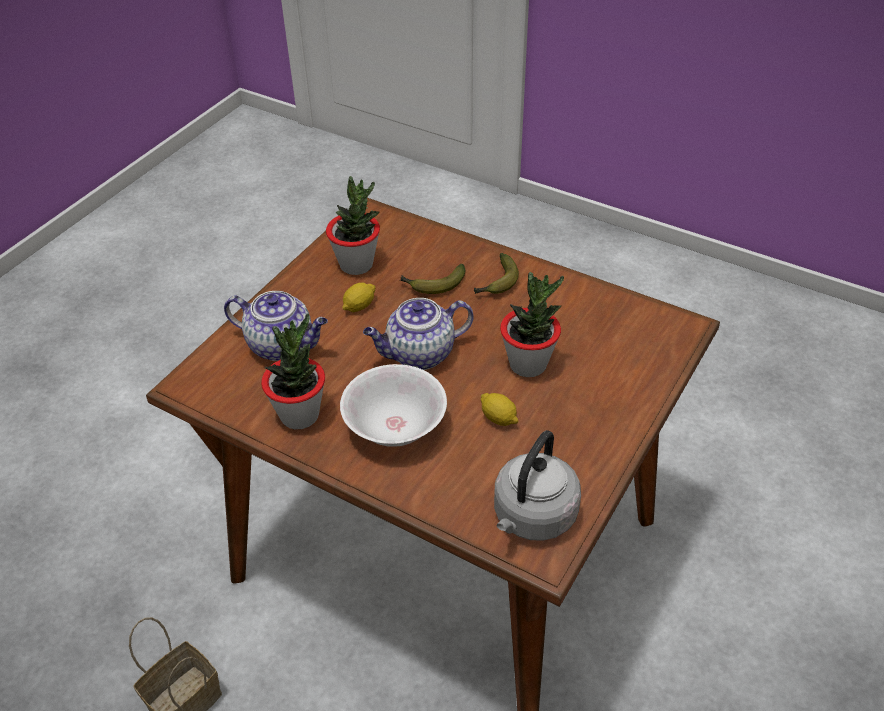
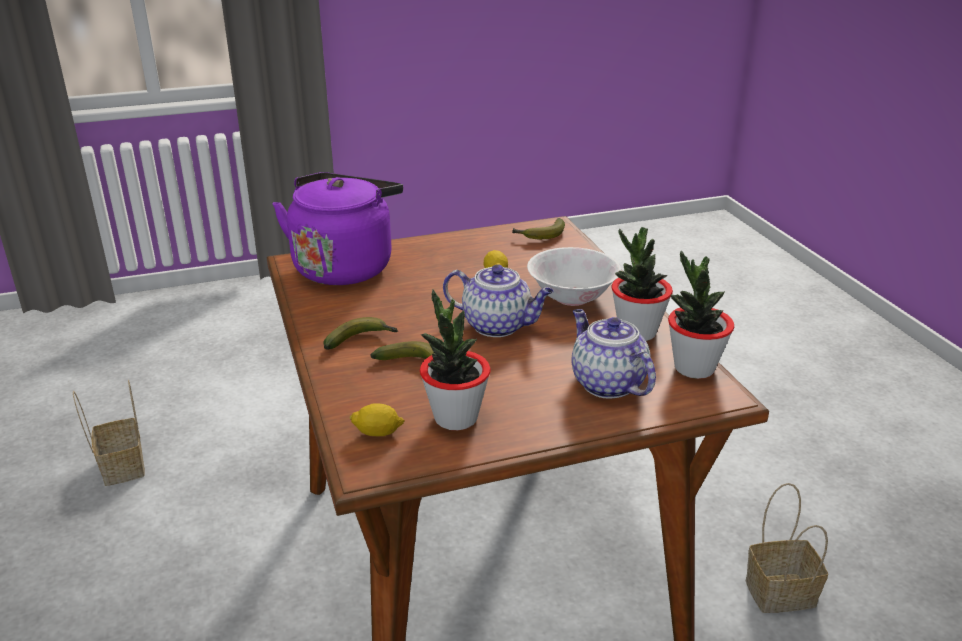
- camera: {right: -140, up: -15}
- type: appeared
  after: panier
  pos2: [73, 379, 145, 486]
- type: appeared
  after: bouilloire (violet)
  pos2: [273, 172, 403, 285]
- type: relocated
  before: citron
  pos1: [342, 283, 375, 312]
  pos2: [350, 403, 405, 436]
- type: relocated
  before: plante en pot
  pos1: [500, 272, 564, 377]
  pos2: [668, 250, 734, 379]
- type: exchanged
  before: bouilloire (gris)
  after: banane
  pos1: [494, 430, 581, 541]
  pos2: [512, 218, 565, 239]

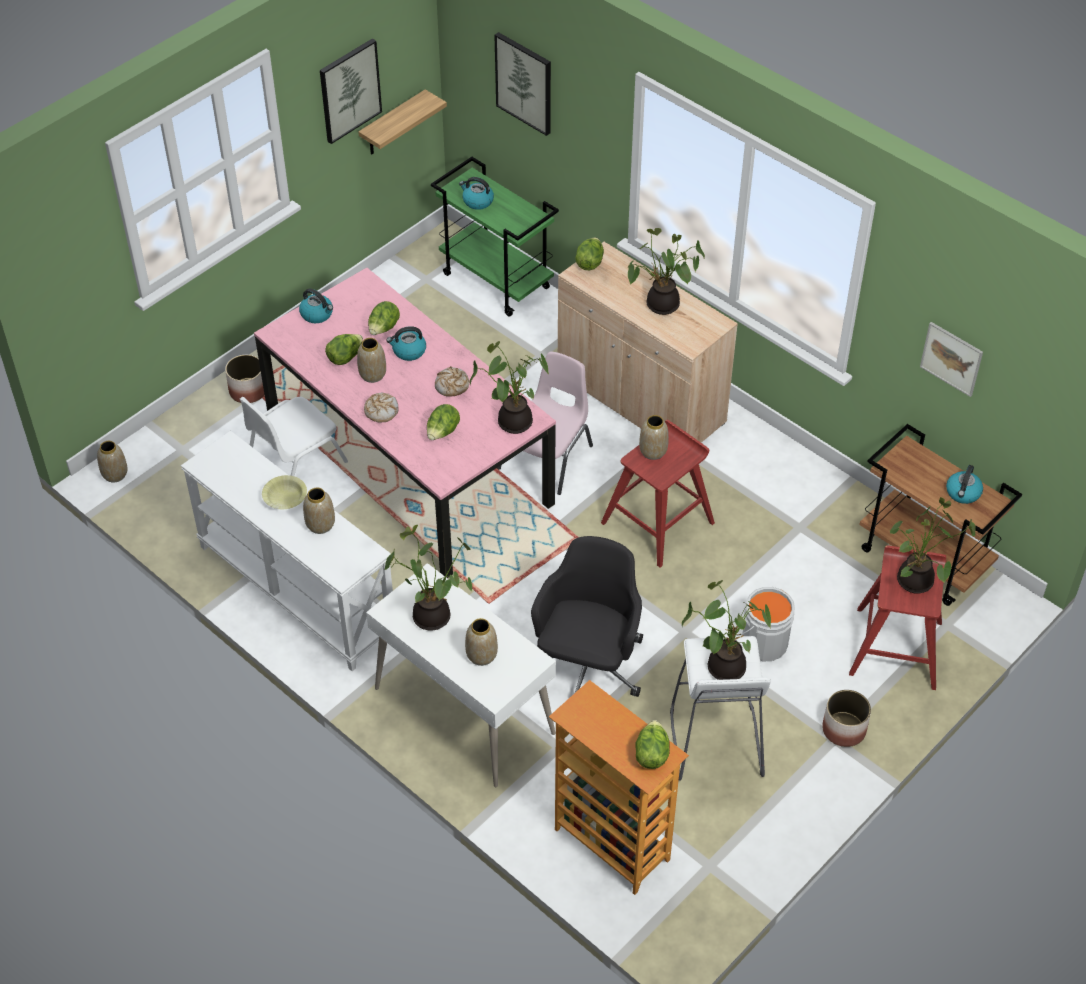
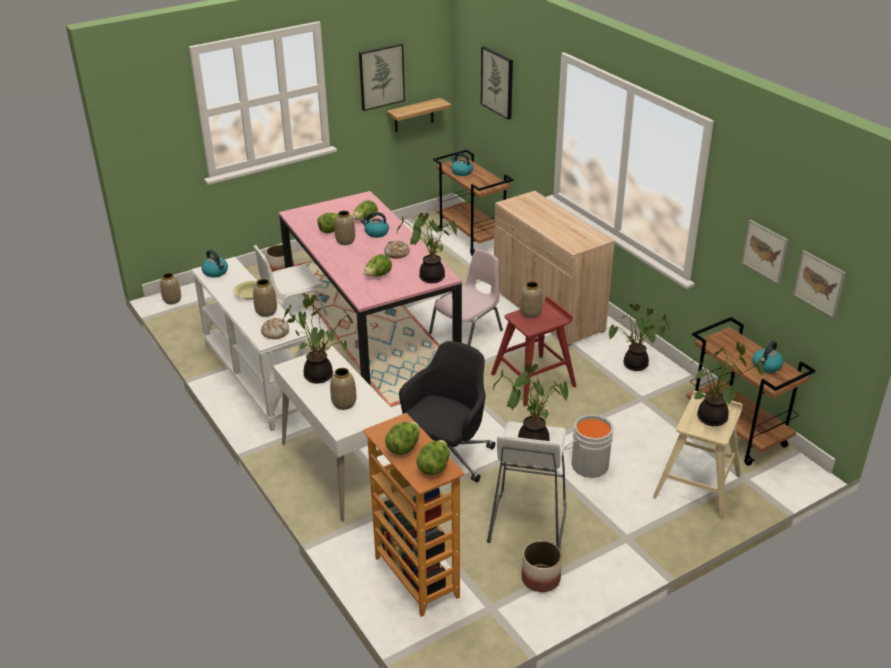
- camera: {right: 15, up: -15}
- type: appeared
  after: tableau
  pos2: [793, 250, 846, 318]
- type: relocated
  before: bouilloire
  pos1: [299, 288, 333, 323]
  pos2: [201, 250, 228, 278]
- type: relocated
  before: pain
  pos1: [364, 393, 399, 423]
  pos2: [261, 318, 289, 339]
- type: relocated
  before: laitue
  pos1: [575, 237, 604, 270]
  pos2: [385, 422, 419, 455]
- type: relocated
  before: plante en pot
  pos1: [628, 228, 705, 315]
  pos2: [609, 304, 669, 371]
- type: relocated
  before: cache-pot
  pos1: [822, 690, 871, 747]
  pos2: [522, 540, 562, 592]
- type: colour
  before: chariot (vert)
  after: chariot (marron)
  pos1: [431, 157, 559, 317]
  pos2: [433, 149, 514, 256]
- type: colour
  before: tabouret (rouge)
  after: tabouret (beige)
  pos1: [849, 545, 946, 690]
  pos2: [652, 391, 743, 520]

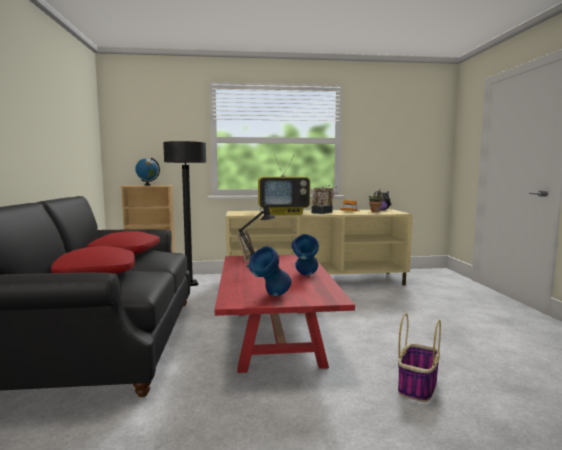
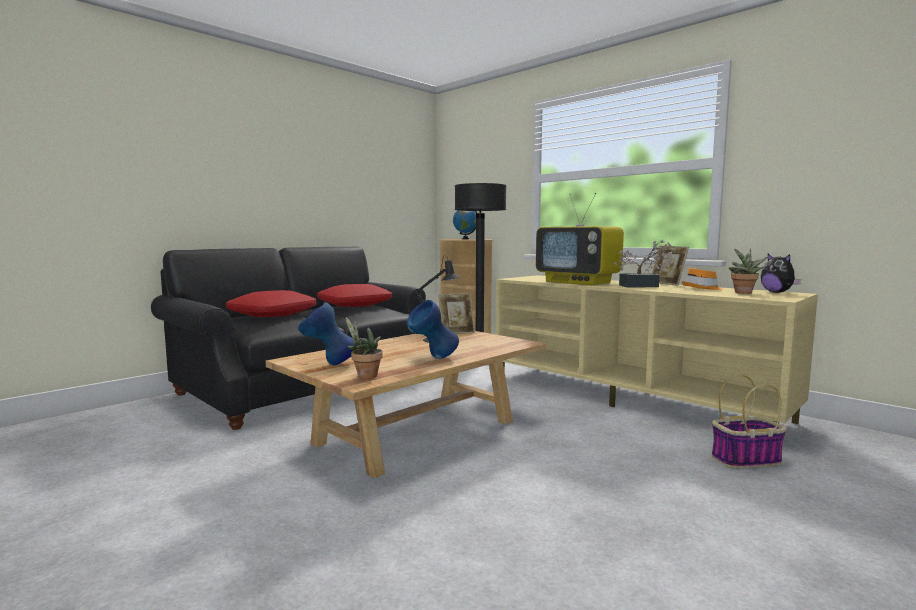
- camera: {right: 50, up: 0}
- type: appeared
  after: plante en pot
  pos2: [346, 317, 382, 379]
- type: relocated
  before: panier
  pos1: [398, 313, 441, 402]
  pos2: [712, 374, 787, 468]
- type: colour
  before: table basse (rouge)
  after: table basse (beige)
  pos1: [215, 255, 355, 373]
  pos2: [266, 331, 546, 478]

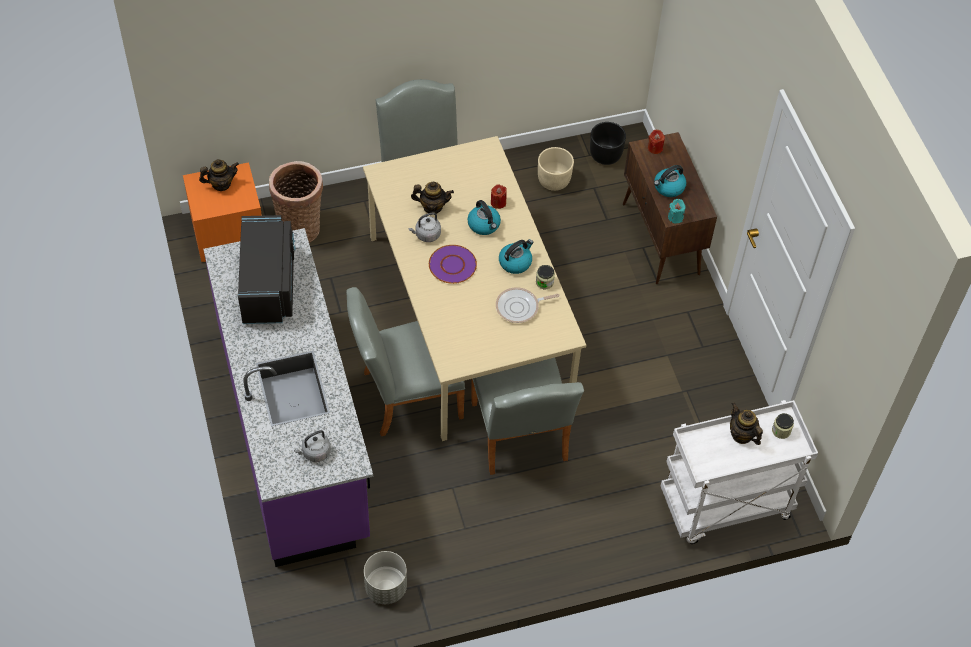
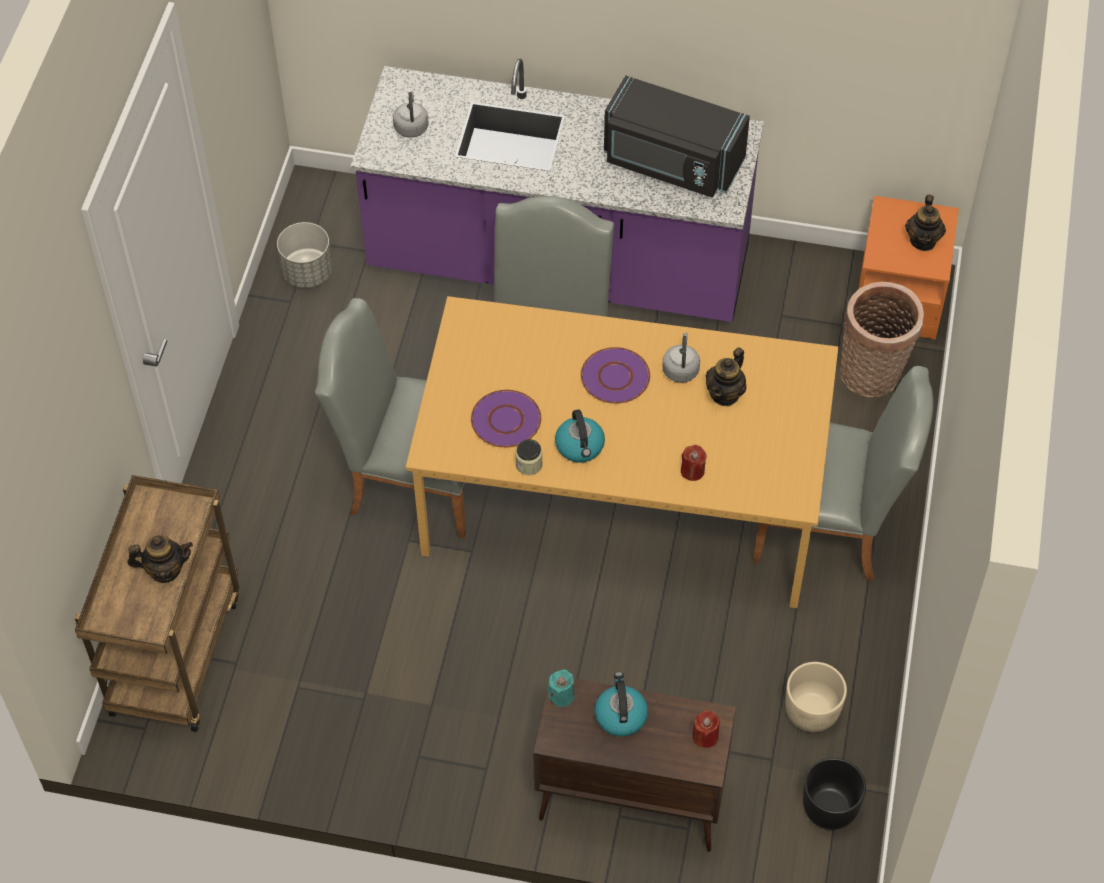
- camera: {right: 120, up: 0}
- type: missing
  before: bouilloire
  pos1: [467, 200, 501, 235]
- type: missing
  before: bocal
  pos1: [772, 413, 794, 439]
- type: exchanged
  before: poêle
  after: assiette (violet)
  pos1: [496, 287, 559, 323]
  pos2: [471, 390, 541, 448]
- type: colour
  before: table à manger (beige)
  after: table à manger (orange)
  pos1: [363, 136, 586, 441]
  pos2: [406, 296, 838, 608]
- type: colour
  before: chariot (blanc)
  after: chariot (marron)
  pos1: [660, 400, 818, 544]
  pos2: [75, 475, 239, 732]

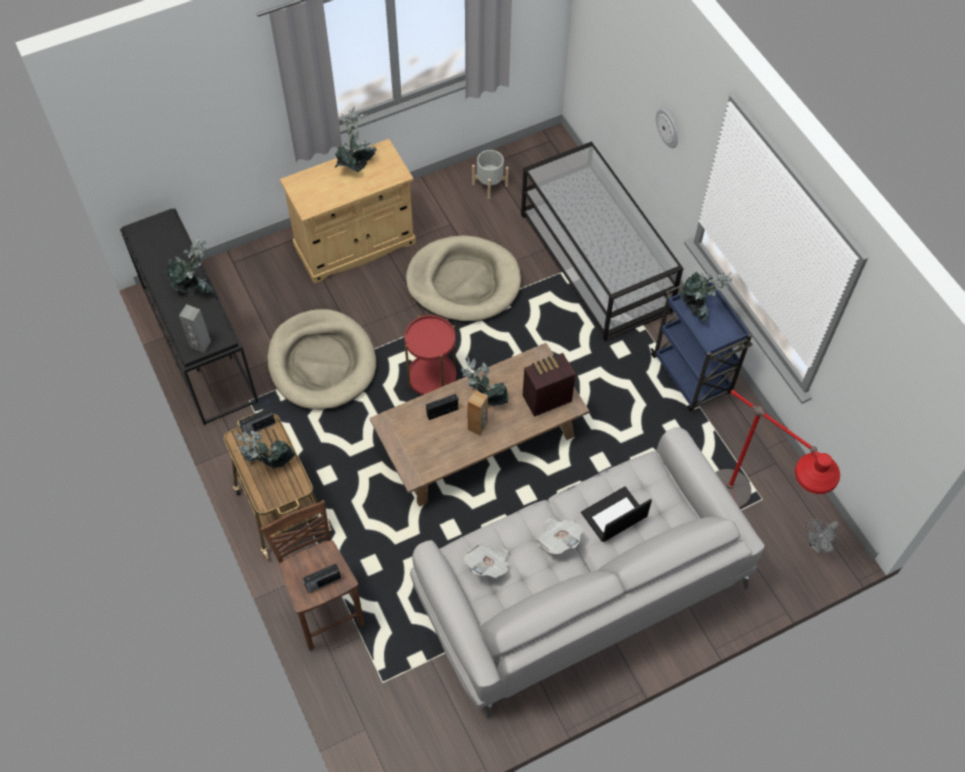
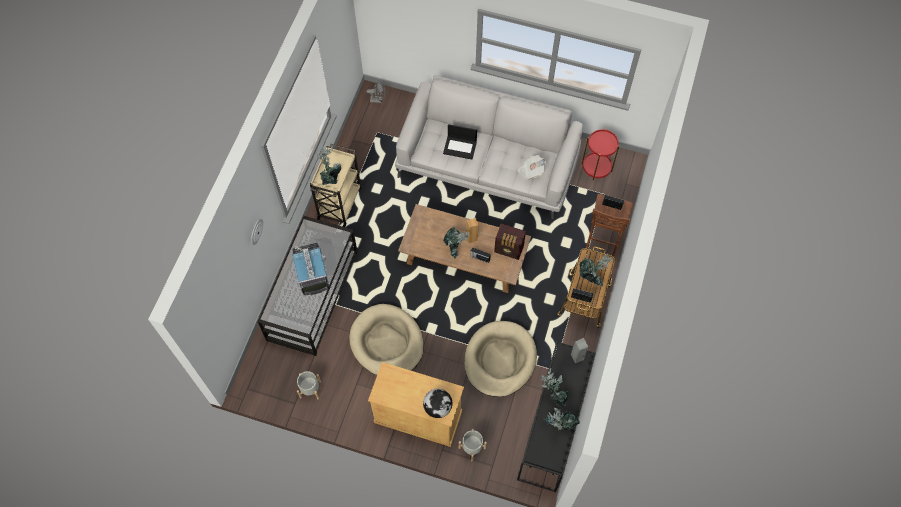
- camera: {right: -135, up: 5}
- type: missing
  before: journal
  pos1: [535, 518, 583, 554]
- type: missing
  before: lampadaire (rouge)
  pos1: [716, 390, 840, 508]
- type: appeared
  after: téléviseur
  pos2: [292, 243, 329, 296]
- type: appeared
  after: globe
  pos2: [423, 388, 453, 418]
- type: appeared
  after: cache-pot (gris)
  pos2: [459, 429, 487, 462]
- type: relocated
  before: plante en pot
  pos1: [335, 107, 377, 172]
  pos2: [544, 408, 580, 430]
- type: relocated
  before: table d'appoint (rouge)
  pos1: [405, 315, 456, 395]
  pos2: [582, 129, 619, 181]
- type: relocated
  before: radio
  pos1: [523, 353, 575, 417]
  pos2: [494, 224, 526, 260]
- type: colour
  before: chariot (bleu)
  after: chariot (beige)
  pos1: [651, 279, 753, 411]
  pos2: [310, 144, 361, 227]

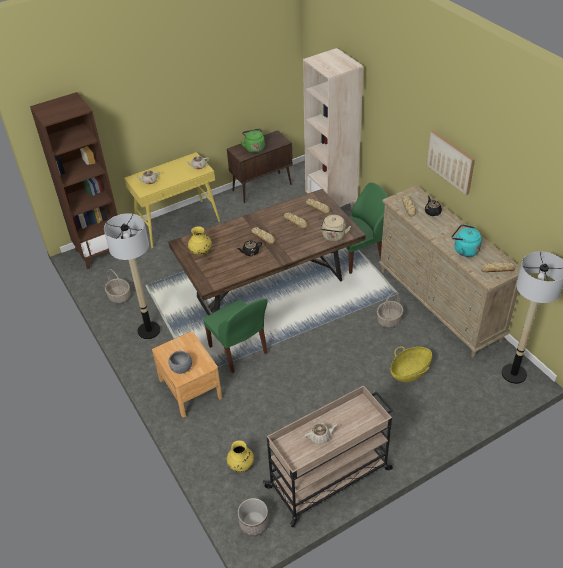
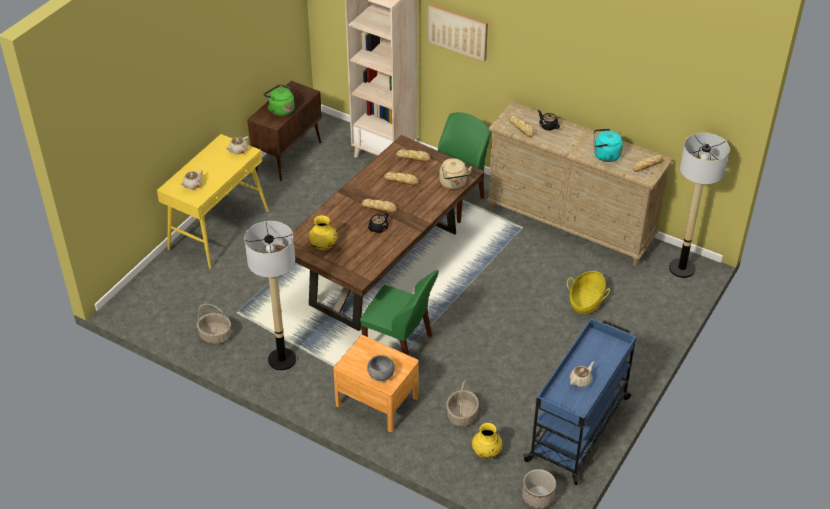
- camera: {right: -30, up: 0}
- type: missing
  before: bibliothèque (marron)
  pos1: [30, 92, 123, 269]
- type: relocated
  before: panier
  pos1: [377, 292, 403, 328]
  pos2: [446, 380, 479, 426]
- type: relocated
  before: tableau
  pos1: [426, 131, 475, 195]
  pos2: [428, 4, 488, 62]
- type: colour
  before: chariot (beige)
  after: chariot (bleu)
  pos1: [263, 385, 393, 528]
  pos2: [523, 318, 636, 485]

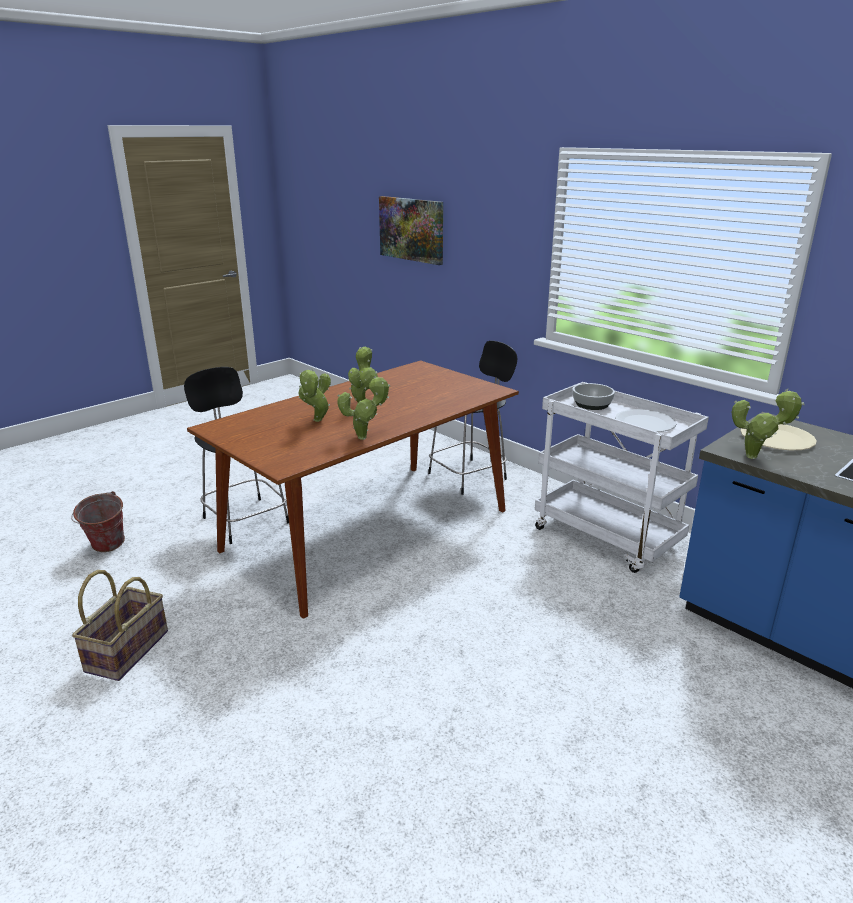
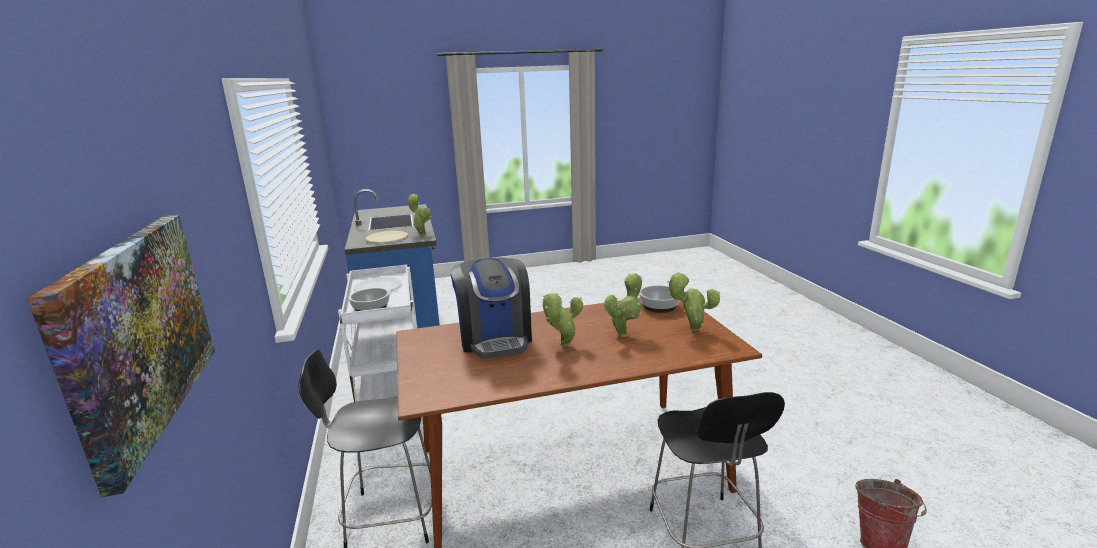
- camera: {right: -150, up: -5}
- type: missing
  before: panier
  pos1: [72, 570, 168, 681]
- type: appeared
  after: machine à café
  pos2: [450, 258, 532, 359]
- type: appeared
  after: bol
  pos2: [639, 285, 680, 313]
- type: relocated
  before: plante en pot
  pos1: [337, 376, 391, 440]
  pos2: [667, 272, 720, 331]

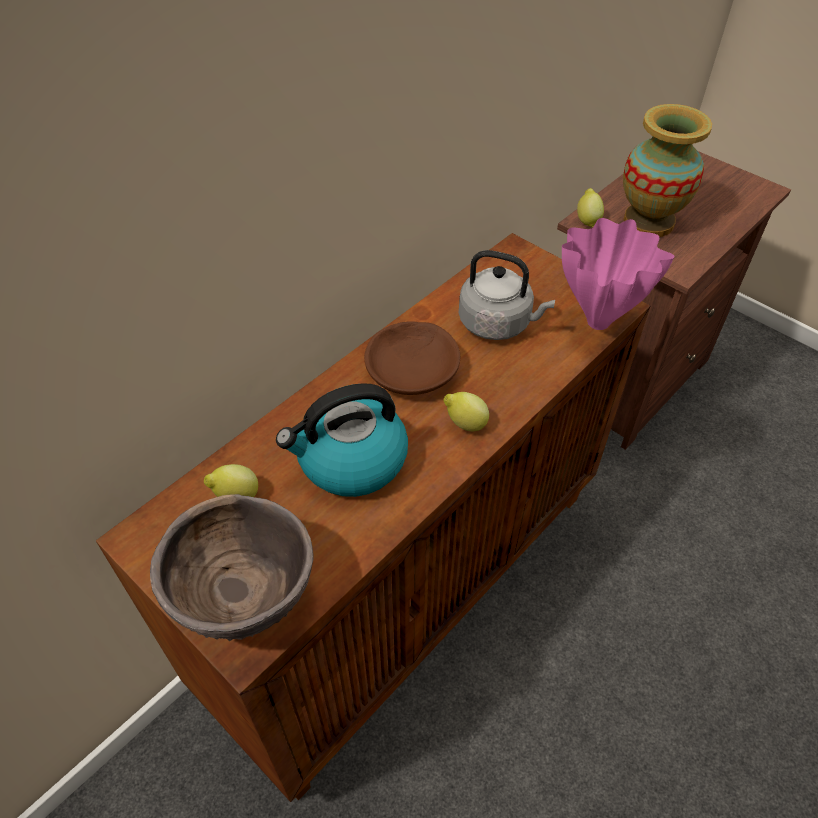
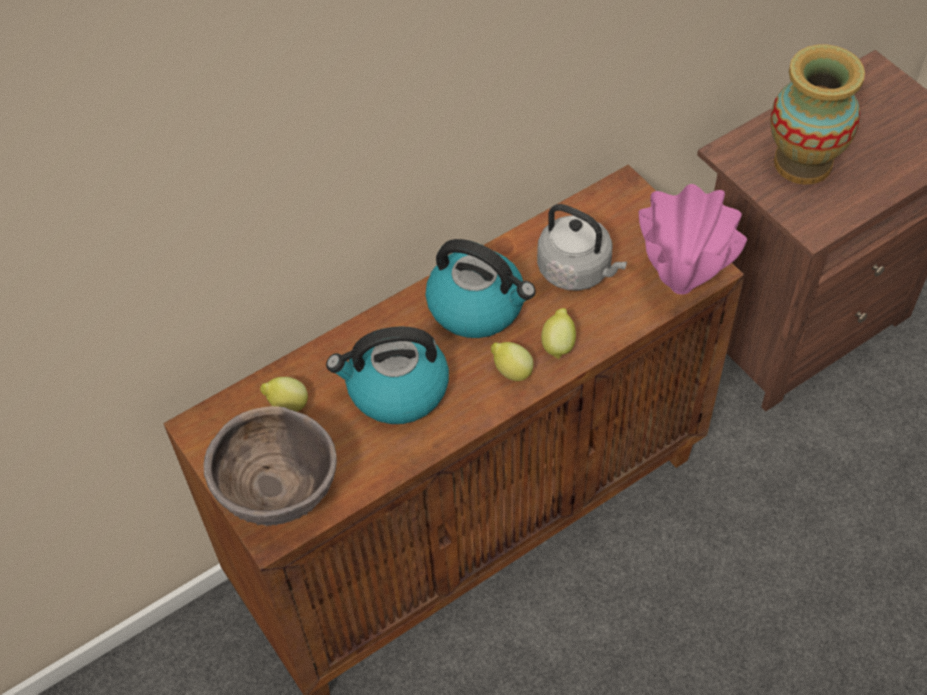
- camera: {right: 15, up: 5}
- type: relocated
  before: citron
  pos1: [577, 188, 604, 227]
  pos2: [541, 308, 576, 359]
- type: exchanged
  before: bol (marron)
  after: bouilloire
  pos1: [364, 321, 460, 395]
  pos2: [426, 239, 536, 338]

